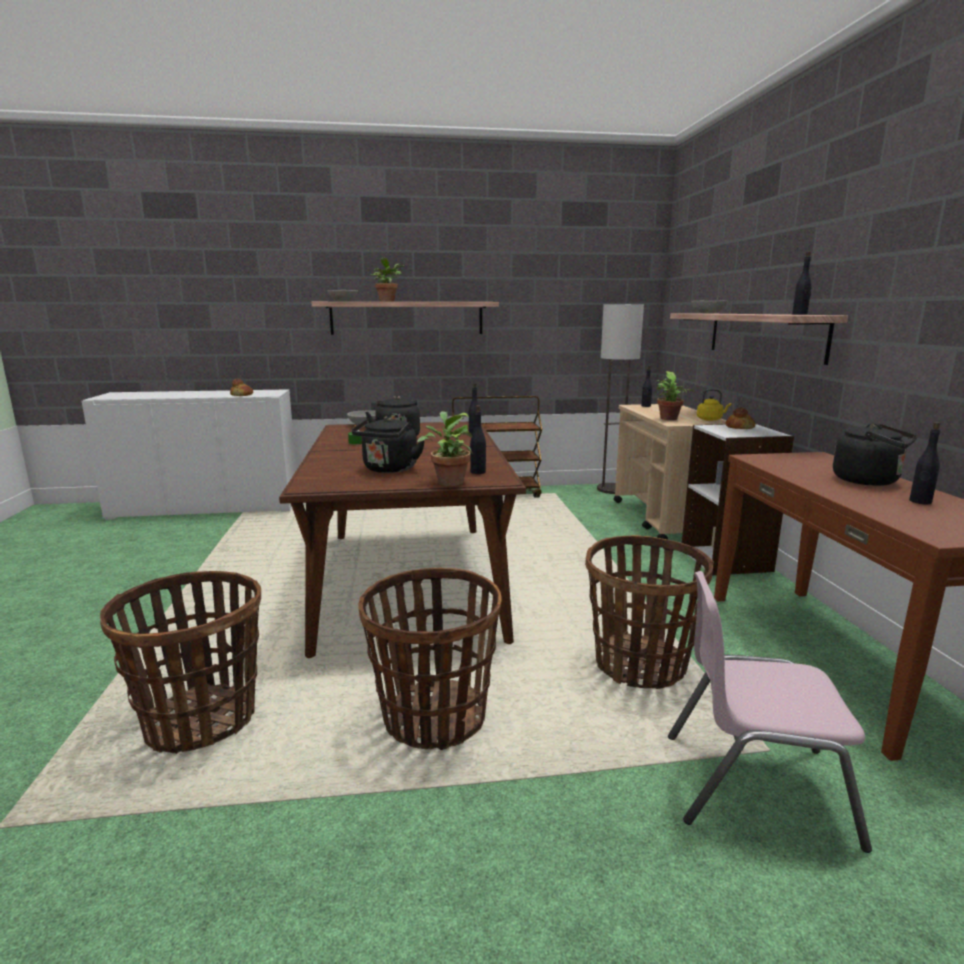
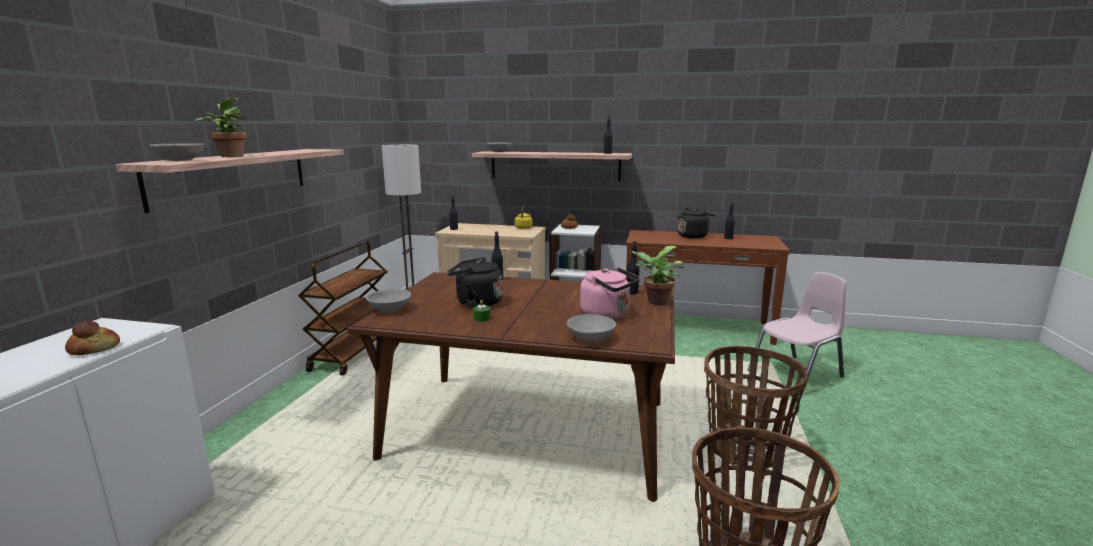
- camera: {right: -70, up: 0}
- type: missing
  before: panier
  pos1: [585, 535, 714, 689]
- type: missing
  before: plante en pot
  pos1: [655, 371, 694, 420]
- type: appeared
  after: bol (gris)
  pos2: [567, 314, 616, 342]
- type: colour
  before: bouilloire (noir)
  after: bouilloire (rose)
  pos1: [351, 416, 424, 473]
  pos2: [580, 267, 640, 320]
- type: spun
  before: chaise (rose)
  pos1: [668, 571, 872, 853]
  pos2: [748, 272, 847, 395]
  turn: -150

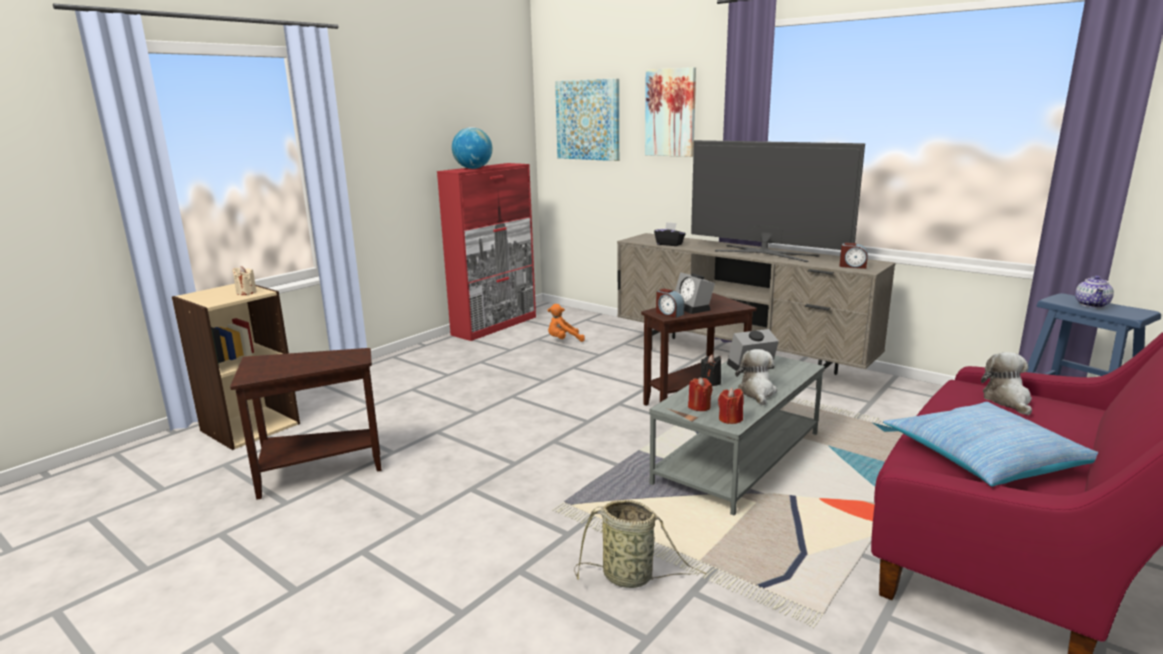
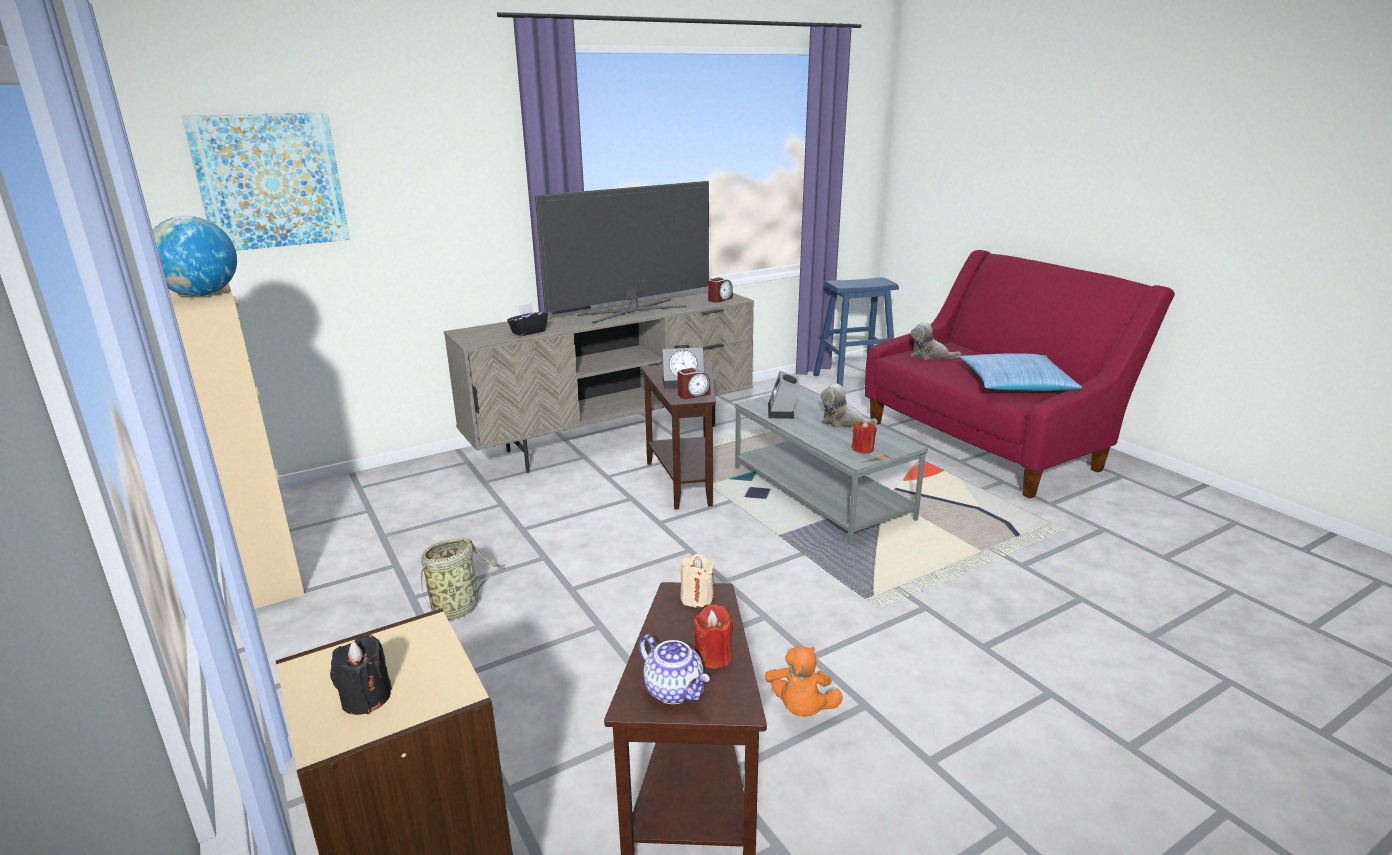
- camera: {right: -70, up: 5}
- type: missing
  before: tableau
  pos1: [645, 67, 696, 157]
- type: relocated
  before: bougie (beige)
  pos1: [232, 266, 257, 295]
  pos2: [679, 554, 715, 608]
- type: relocated
  before: peluche (orange)
  pos1: [548, 304, 585, 342]
  pos2: [765, 646, 843, 717]
- type: relocated
  before: panier
  pos1: [574, 500, 706, 588]
  pos2: [421, 538, 505, 620]
- type: relocated
  before: bougie (noir)
  pos1: [701, 354, 721, 386]
  pos2: [330, 634, 392, 715]
- type: relocated
  before: bougie (rouge)
  pos1: [718, 388, 744, 424]
  pos2: [694, 604, 733, 668]
- type: relocated
  before: théière
  pos1: [1075, 275, 1114, 308]
  pos2: [639, 634, 710, 704]
- type: colour
  before: meuble de rangement (rouge)
  after: meuble de rangement (beige)
  pos1: [437, 163, 536, 341]
  pos2: [169, 283, 305, 609]

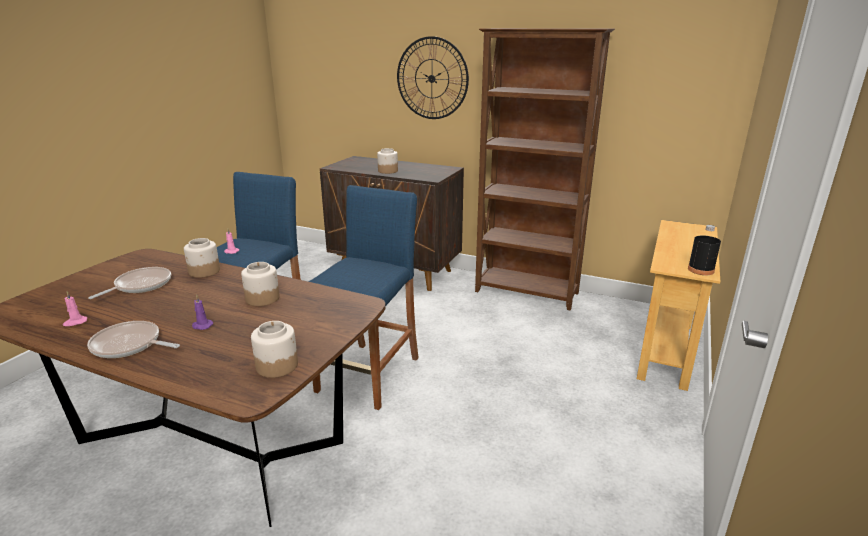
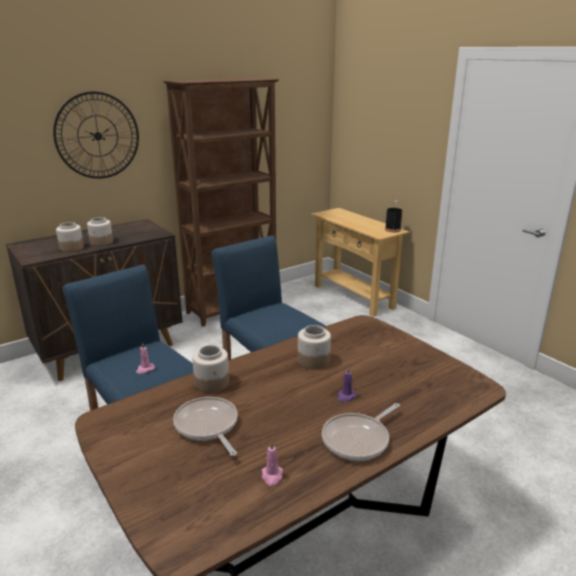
- camera: {right: -60, up: 0}
- type: relocated
  before: bocal
  pos1: [251, 321, 298, 378]
  pos2: [56, 222, 84, 252]

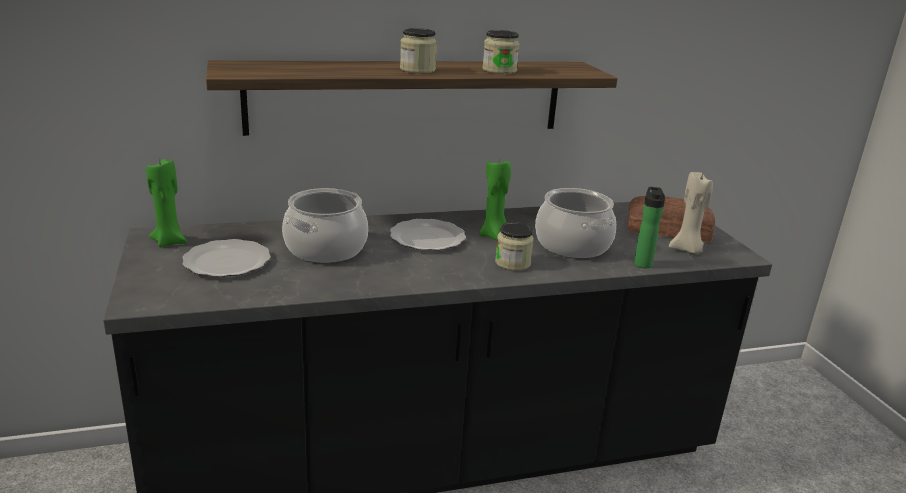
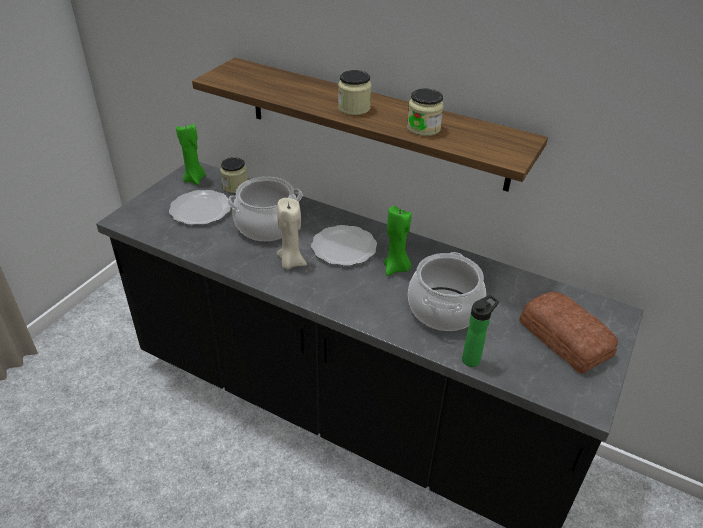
- camera: {right: 45, up: 15}
- type: relocated
  before: bocal
  pos1: [495, 222, 534, 271]
  pos2: [220, 157, 248, 193]
- type: relocated
  before: bougie (beige)
  pos1: [669, 172, 713, 254]
  pos2: [277, 198, 307, 270]

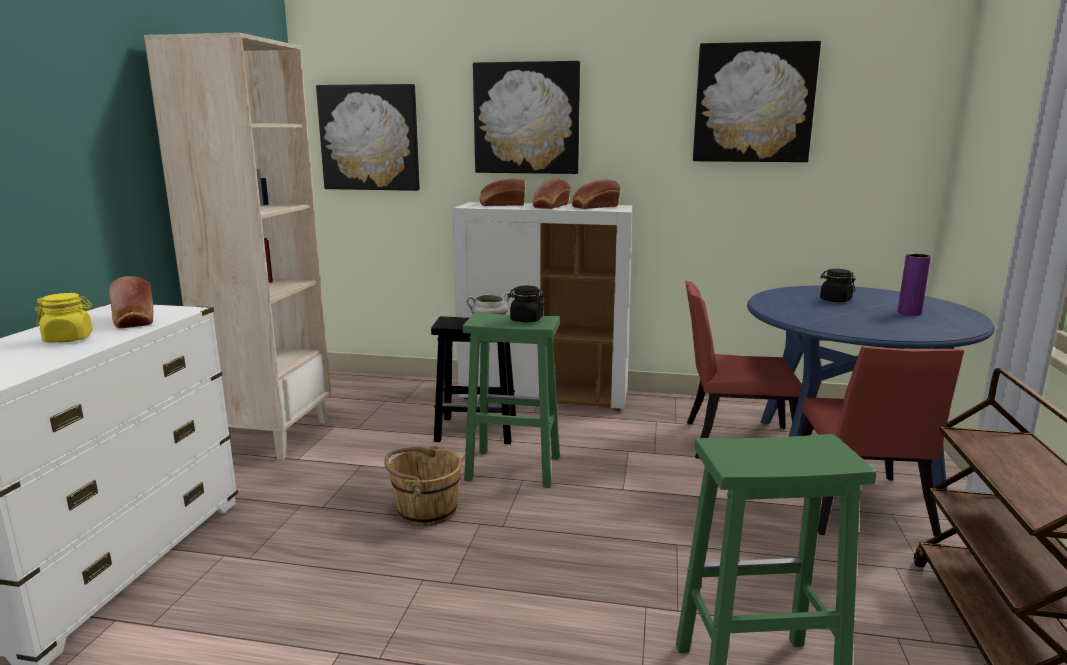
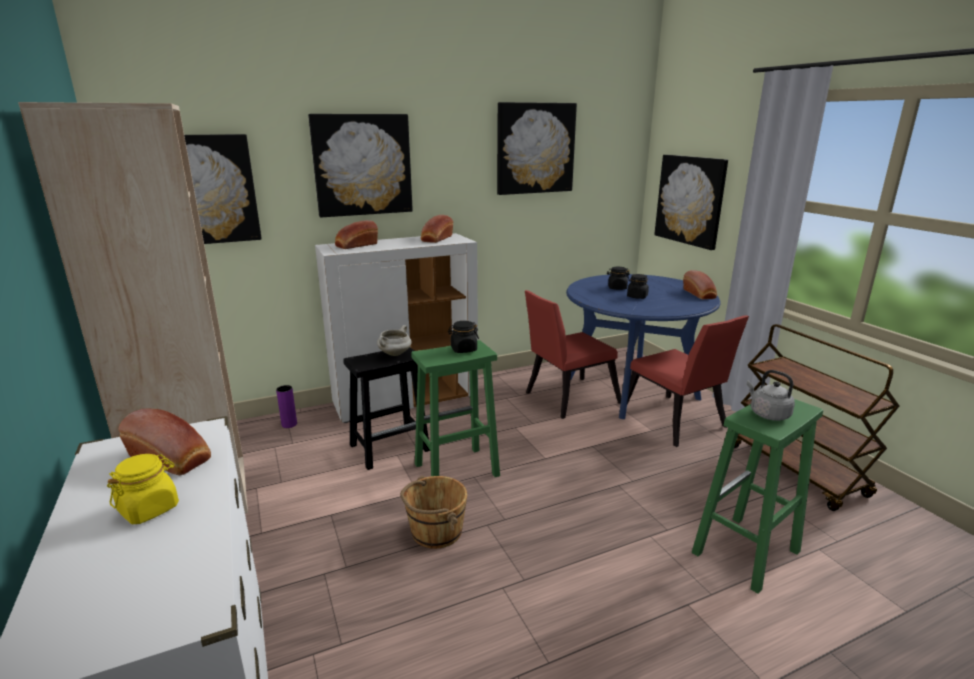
- camera: {right: -35, up: 5}
- type: appeared
  after: bocal (noir)
  pos2: [627, 274, 649, 299]
- type: appeared
  after: tableau
  pos2: [654, 155, 728, 250]
- type: appeared
  after: bouilloire (gris)
  pos2: [747, 370, 795, 421]
- type: relocated
  before: pain
  pos1: [533, 179, 570, 209]
  pos2: [683, 270, 717, 299]
- type: relocated
  before: vase (violet)
  pos1: [898, 254, 931, 316]
  pos2: [276, 385, 297, 428]

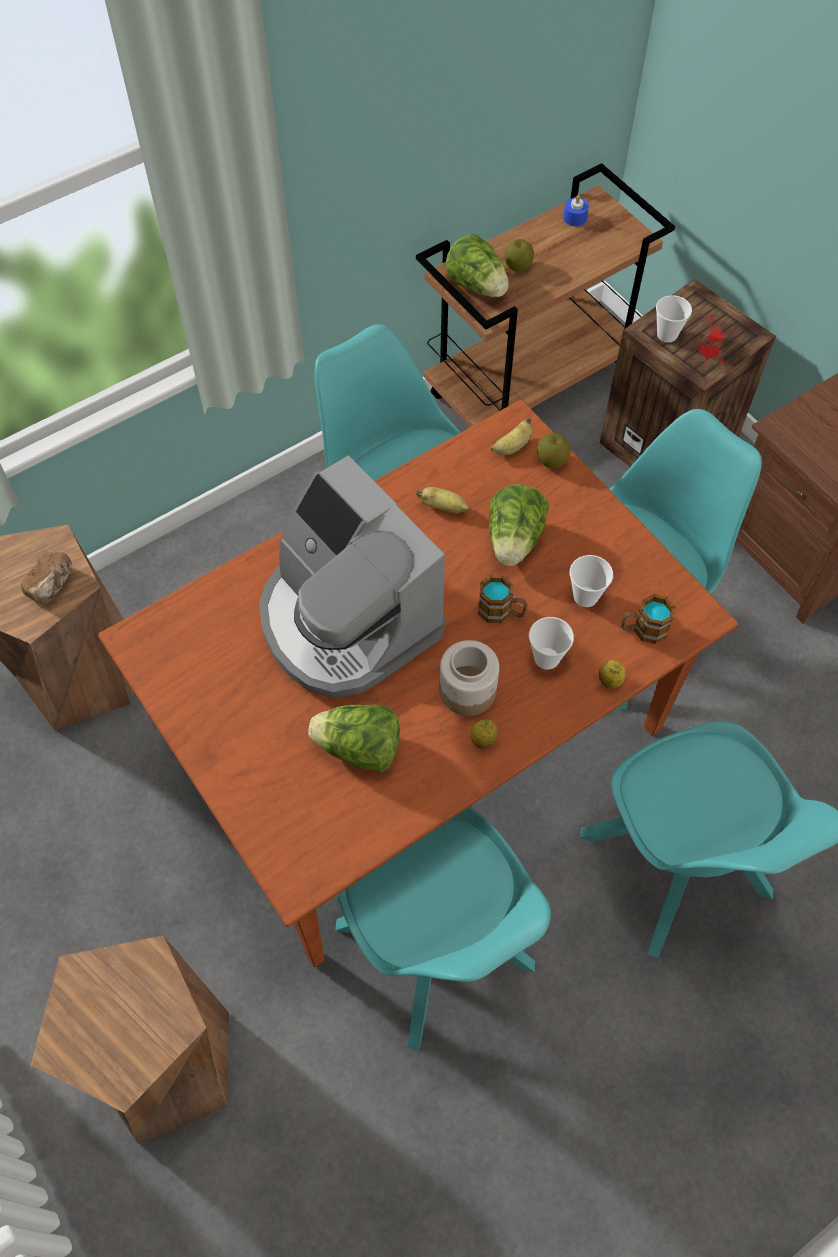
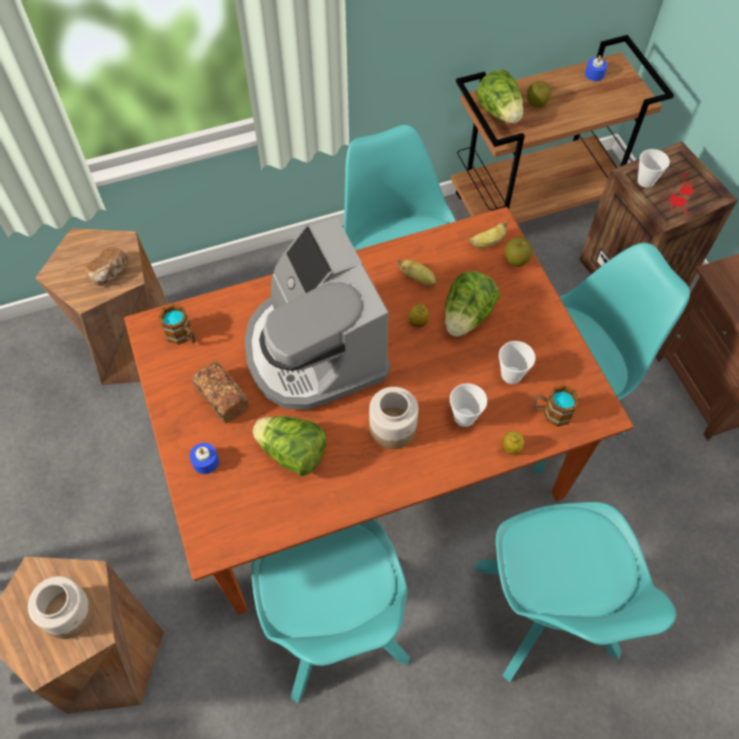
- camera: {right: 15, up: 0}
- type: appeared
  after: bocal
  pos2: [28, 576, 94, 639]
- type: appeared
  after: bougie (bleu)
  pos2: [190, 443, 219, 474]
- type: appeared
  after: pain
  pos2: [192, 362, 249, 424]
- type: relocated
  before: citron
  pos1: [470, 719, 498, 749]
  pos2: [408, 304, 429, 328]
- type: relocated
  before: mug
  pos1: [478, 575, 528, 623]
  pos2: [158, 304, 196, 345]

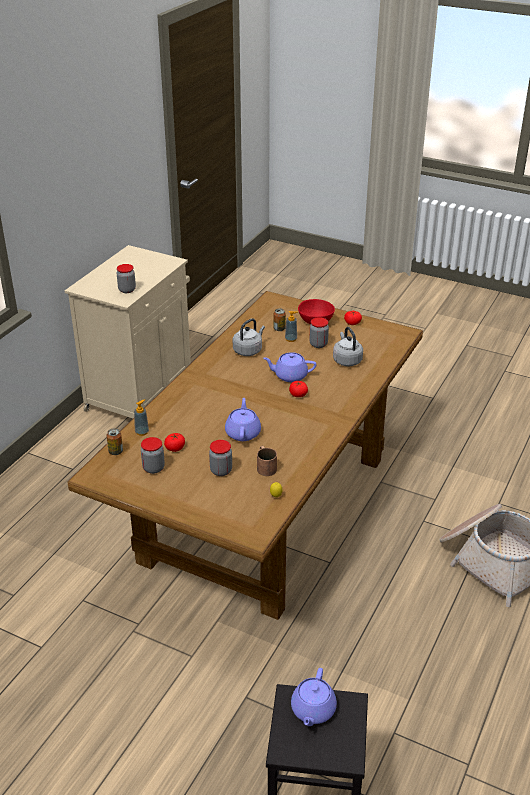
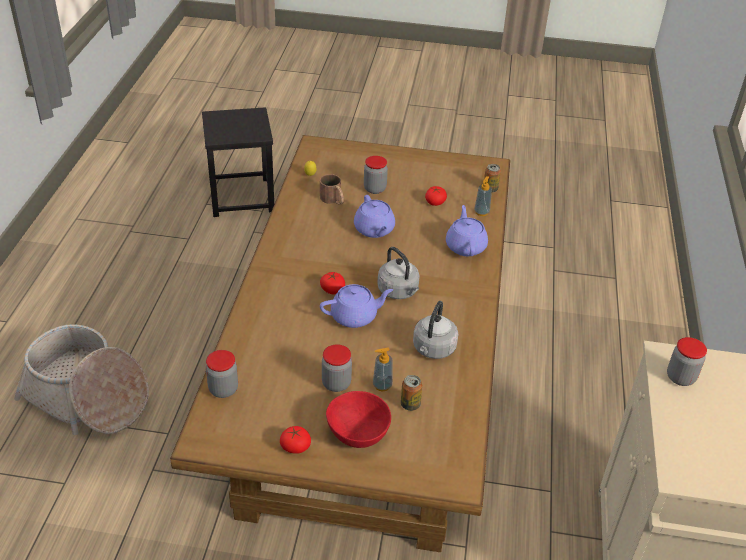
- camera: {right: 160, up: 5}
- type: relocated
  before: bocal
  pos1: [141, 437, 165, 474]
  pos2: [206, 350, 238, 398]
- type: relocated
  before: théière (violet)
  pos1: [291, 668, 337, 726]
  pos2: [446, 205, 488, 256]
- type: relocated
  before: bouilloire (gris)
  pos1: [333, 327, 363, 366]
  pos2: [377, 247, 420, 299]

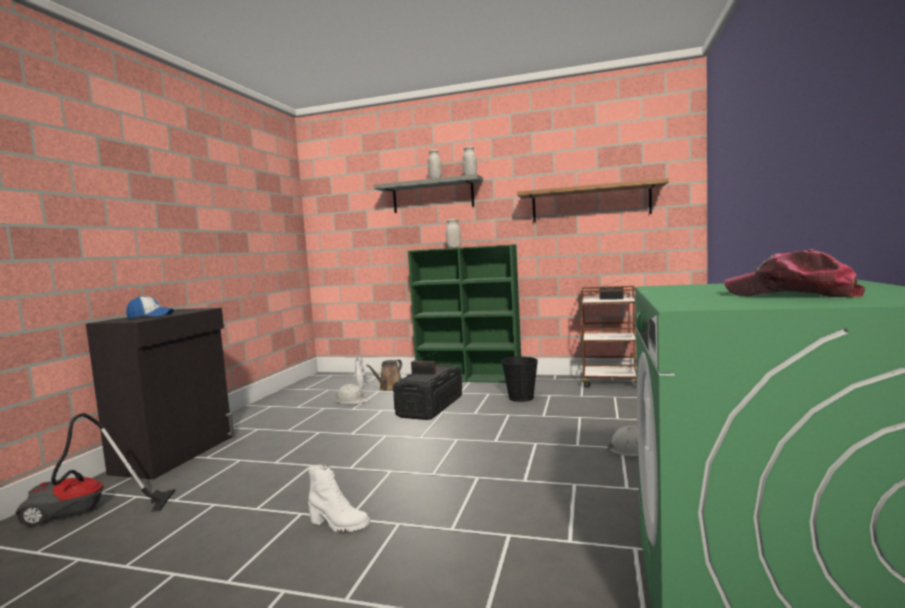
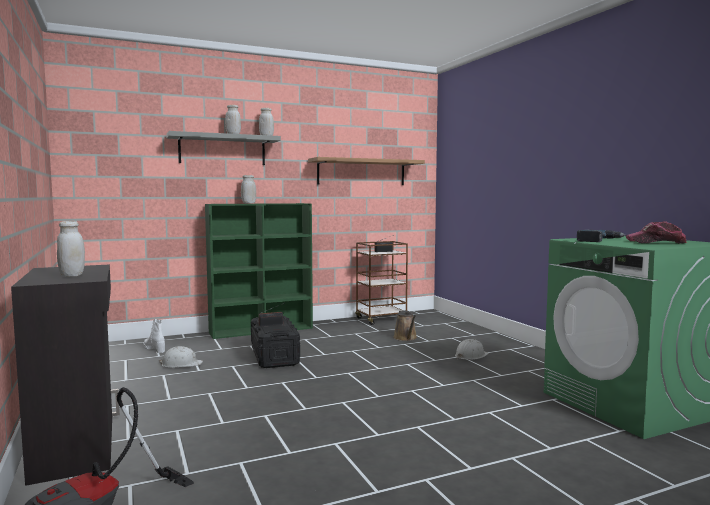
- camera: {right: -40, up: 0}
- type: missing
  before: botte (blanc)
  pos1: [308, 465, 370, 533]
- type: missing
  before: seau (noir)
  pos1: [501, 355, 538, 402]
- type: appeared
  after: perceuse
  pos2: [577, 230, 626, 242]
- type: relocated
  before: arrosoir (marron)
  pos1: [366, 360, 402, 391]
  pos2: [393, 310, 417, 341]
- type: exchanged
  before: casquette
  after: bocal (blanc)
  pos1: [126, 296, 174, 319]
  pos2: [57, 221, 85, 277]

